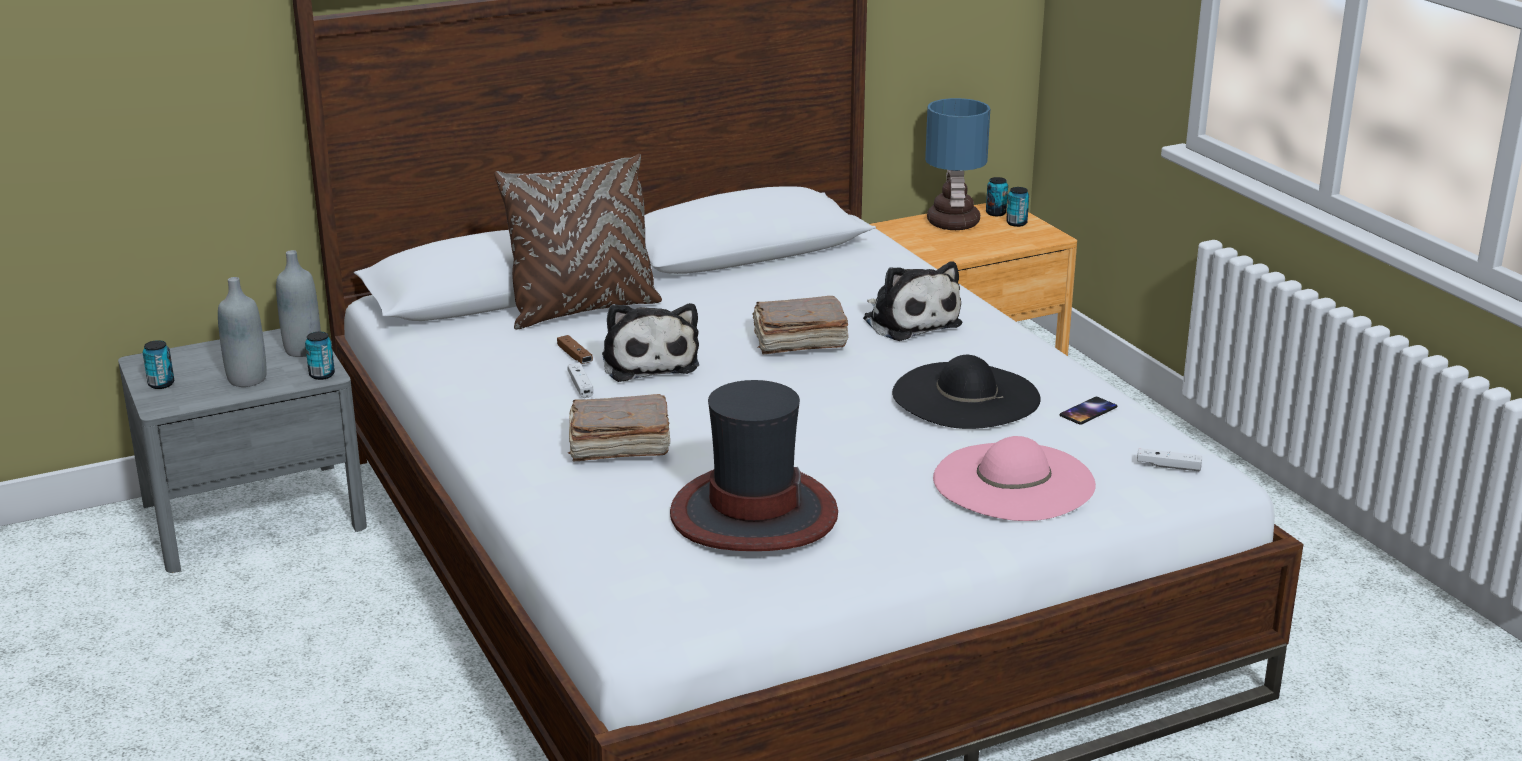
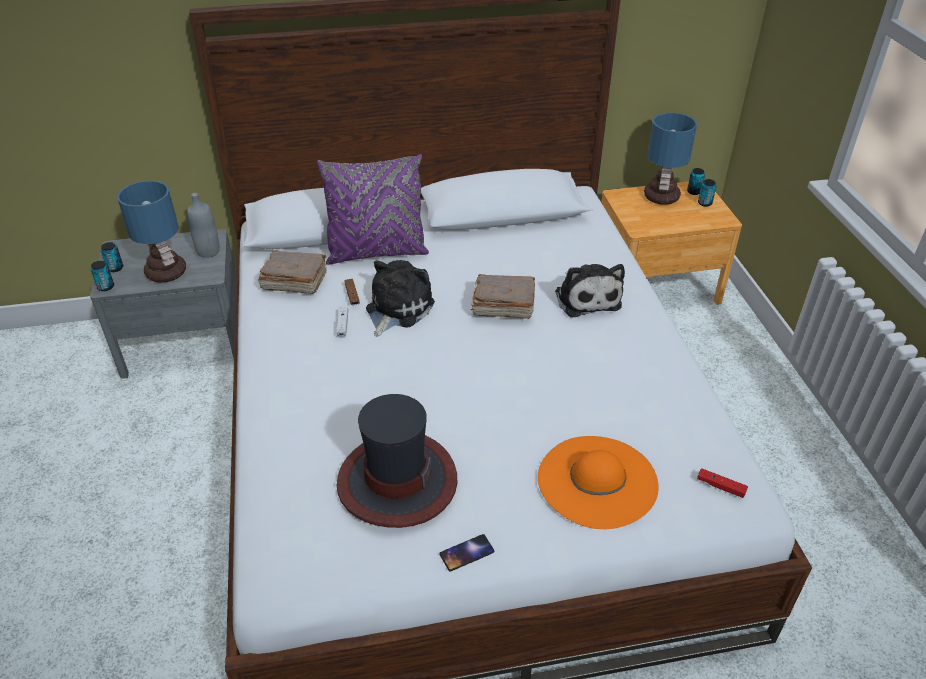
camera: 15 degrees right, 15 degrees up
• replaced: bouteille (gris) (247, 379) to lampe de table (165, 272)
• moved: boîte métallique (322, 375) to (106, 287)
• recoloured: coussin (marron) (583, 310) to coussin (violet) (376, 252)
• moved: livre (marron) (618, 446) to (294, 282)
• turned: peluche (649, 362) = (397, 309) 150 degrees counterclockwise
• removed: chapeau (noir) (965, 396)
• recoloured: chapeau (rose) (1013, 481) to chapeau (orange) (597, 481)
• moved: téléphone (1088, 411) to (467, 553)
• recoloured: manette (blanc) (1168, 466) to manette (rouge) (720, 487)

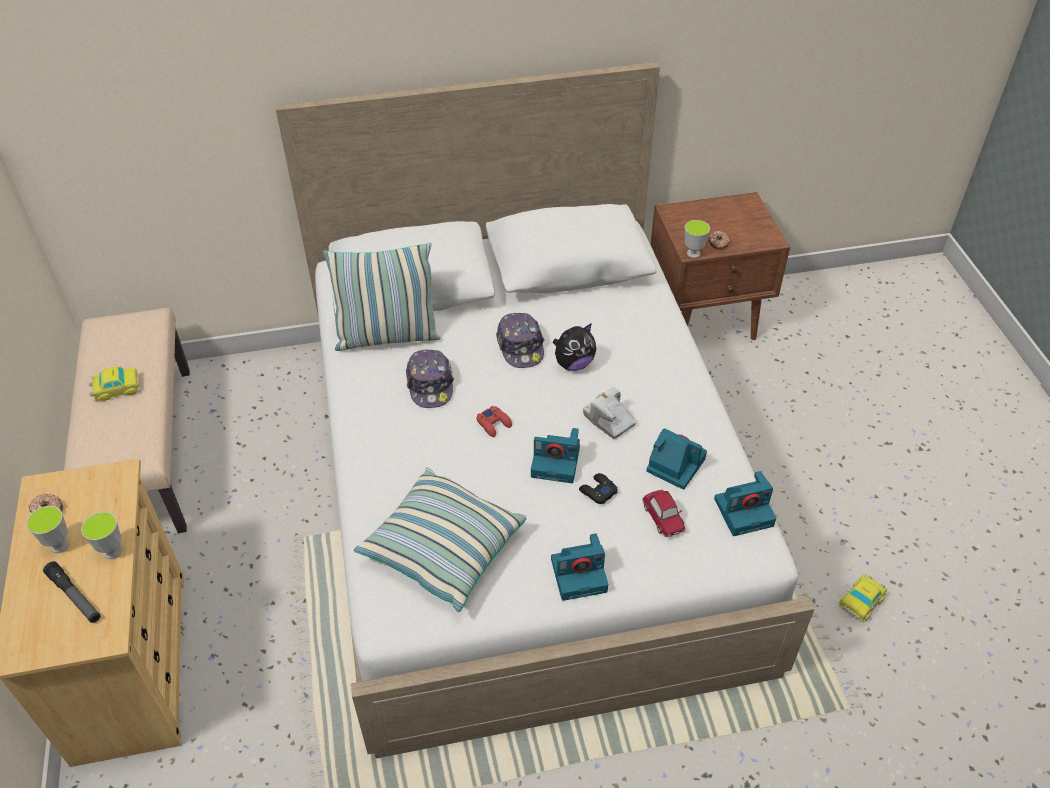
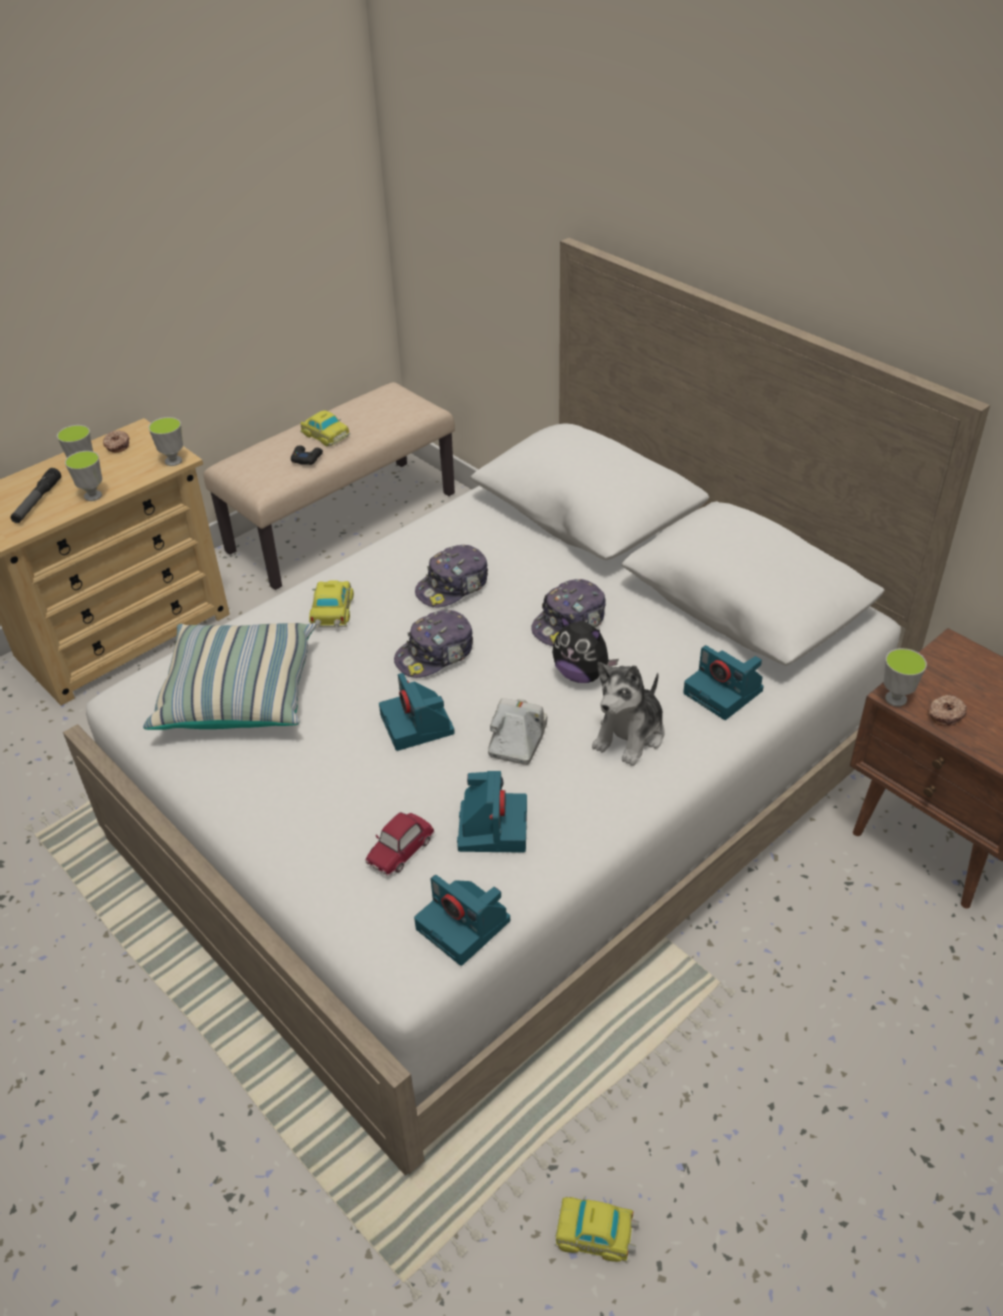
camera: 60 degrees right, 5 degrees down
• removed: coussin (387, 336)
• replaced: manette (rouge) (494, 424) to casquette (435, 654)
• moved: appareil photo (580, 574) to (725, 692)
• moved: manette (noir) (597, 491) to (306, 458)
• added: tasse (173, 461)
• added: petite voiture (331, 611)
• added: peluche (630, 735)

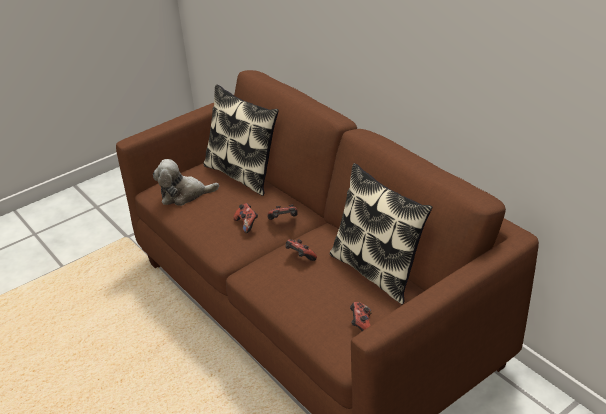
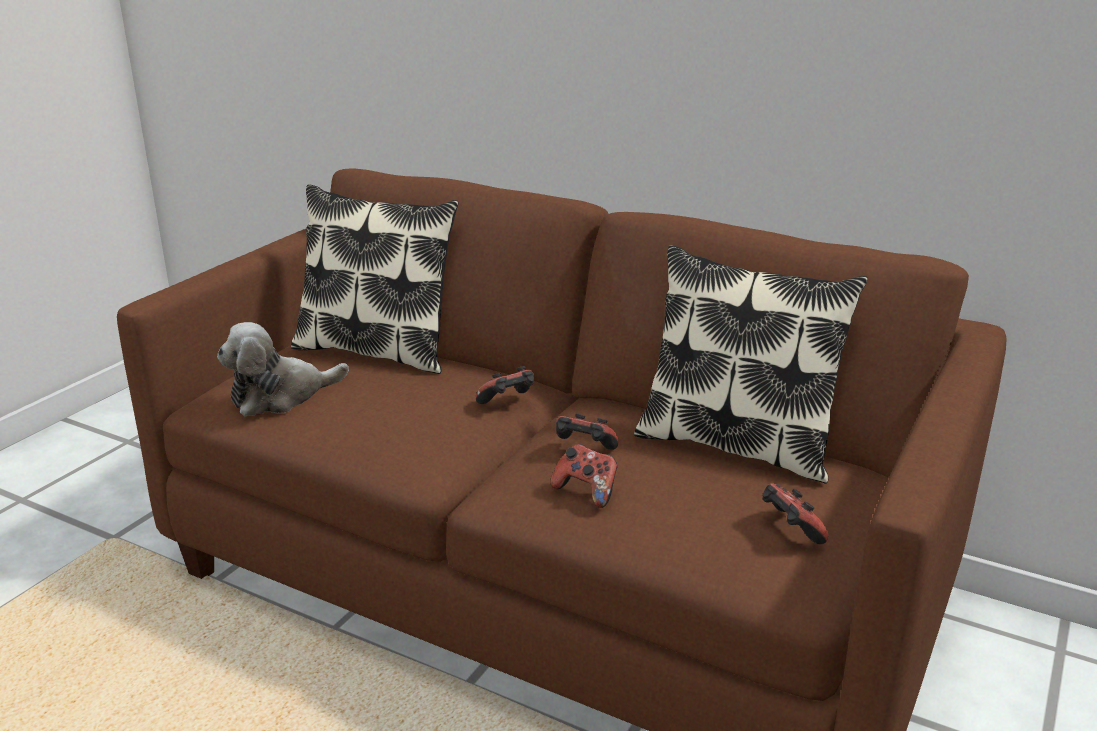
camera: 25 degrees left, 10 degrees down
• moved: manette (247, 224) to (586, 491)

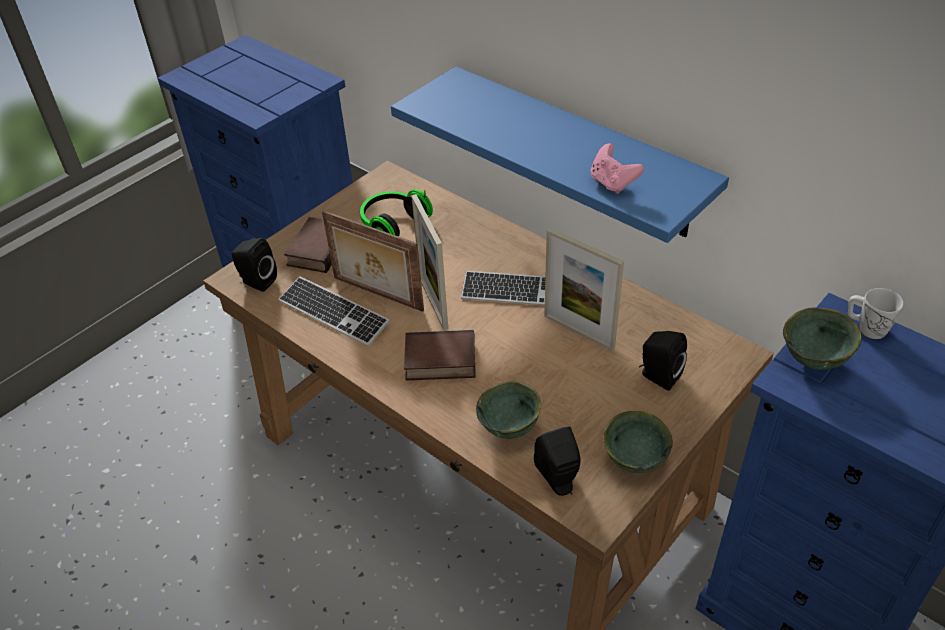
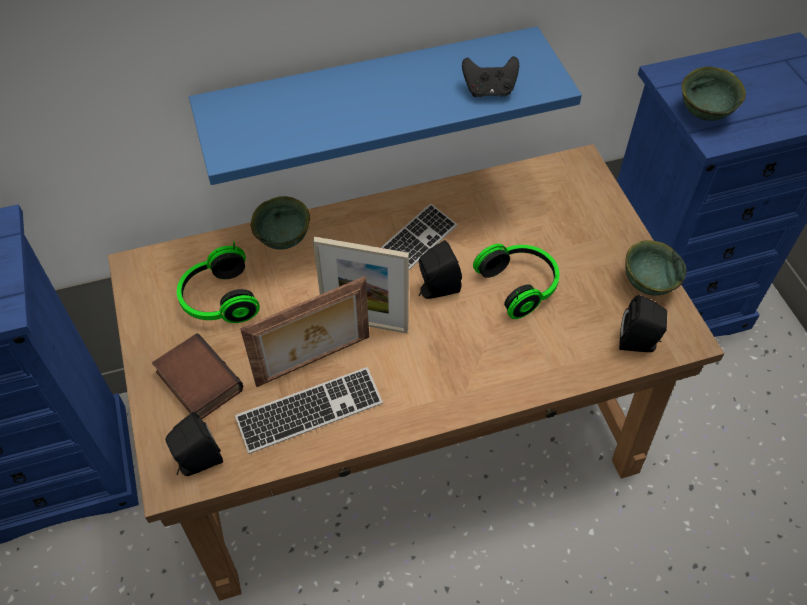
camera: 60 degrees left, 10 degrees up
• removed: livre (439, 362)
• moved: bol (vert) (510, 429) to (285, 240)
• removed: cadre photo (579, 331)
• recoloured: manette (rose) (612, 183) to manette (noir) (489, 91)
• moved: enceinte (noir) (658, 376) to (436, 289)
• removed: mug (blanc) (866, 328)
• added: casque audio (520, 285)

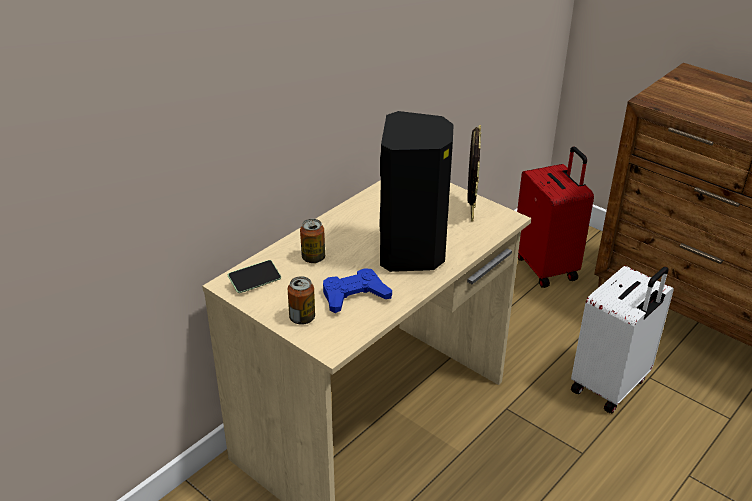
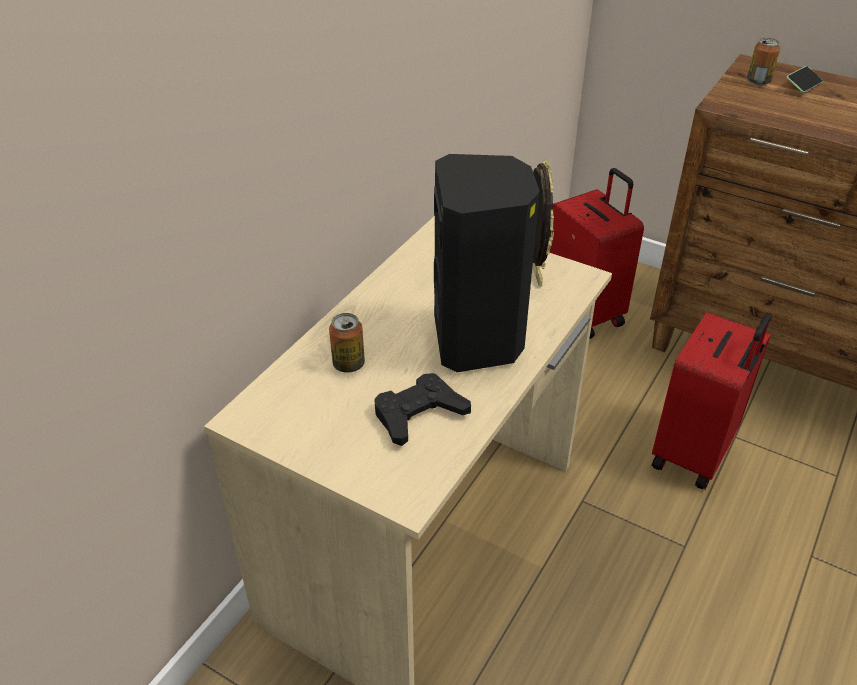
camera: 10 degrees left, 5 degrees up
• moved: téléphone (255, 282) to (802, 86)
• moved: boîte métallique (302, 318) to (758, 81)
• recoloured: manette (bleu) (354, 296) to manette (noir) (419, 414)
• recoloured: valise (blanc) (611, 386) to valise (rouge) (695, 454)

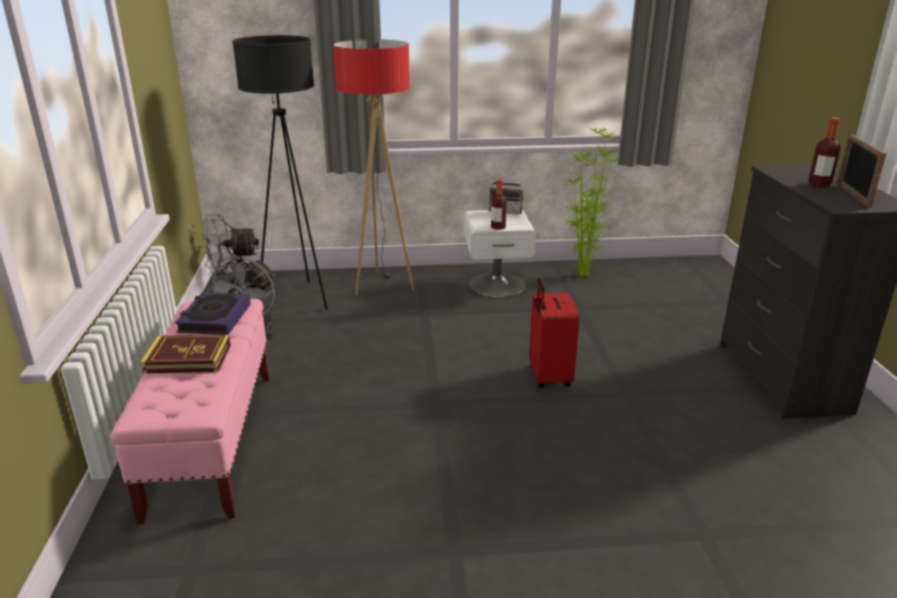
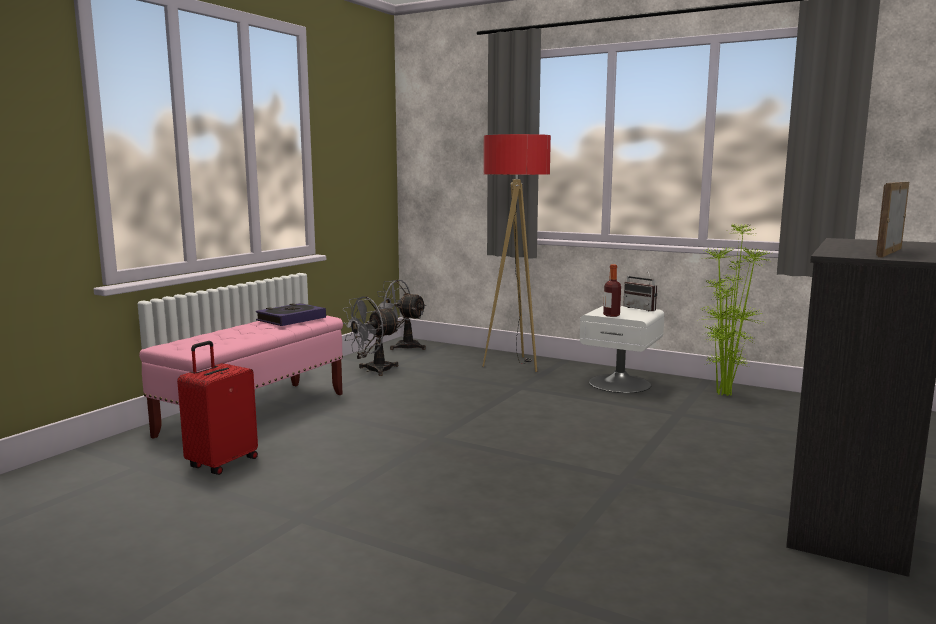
camera: 35 degrees right, 15 degrees down
• removed: livre (188, 359)
• removed: lampadaire (noir) (298, 299)
• moved: valise (rouge) (548, 377) to (222, 463)
• removed: bouteille (819, 185)

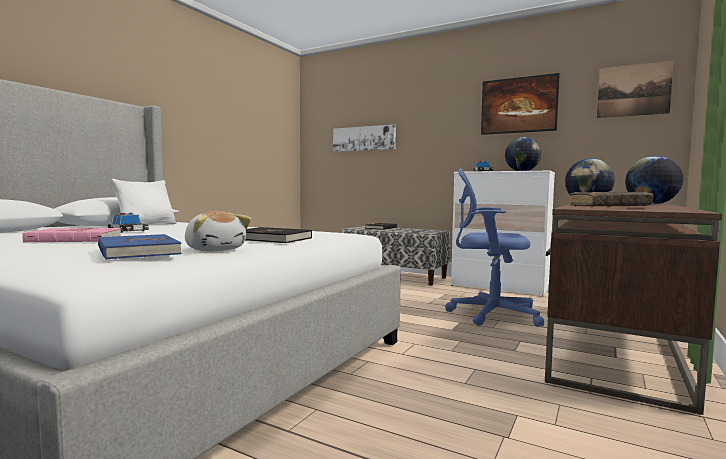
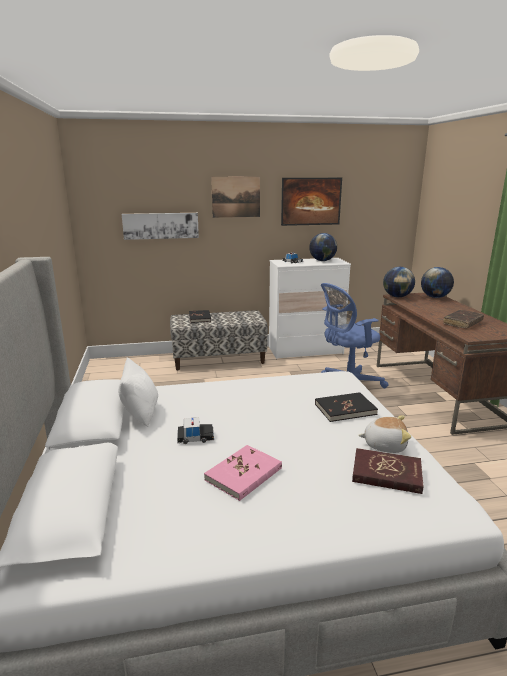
camera: 40 degrees left, 15 degrees up
• recoloured: livre (bleu) (137, 251) to livre (rouge) (386, 473)
• moved: tableau (633, 90) to (236, 197)

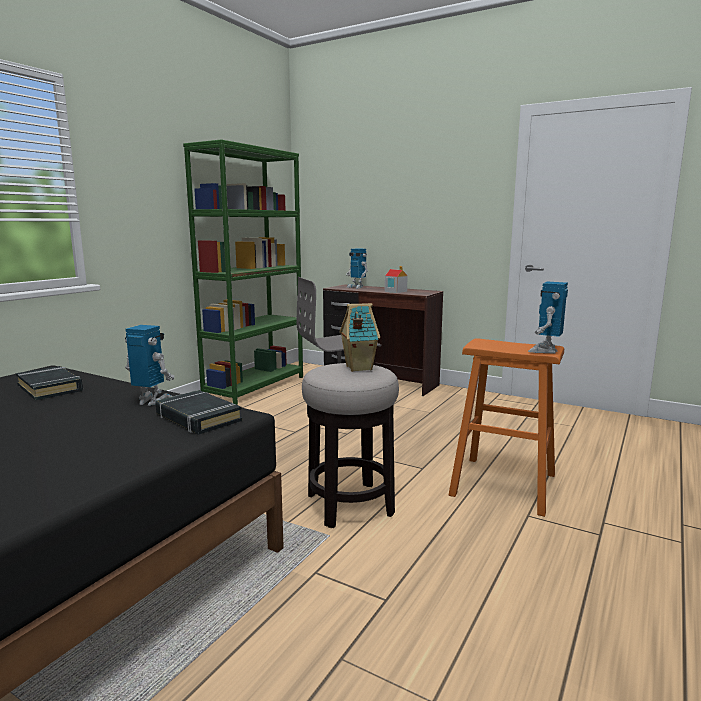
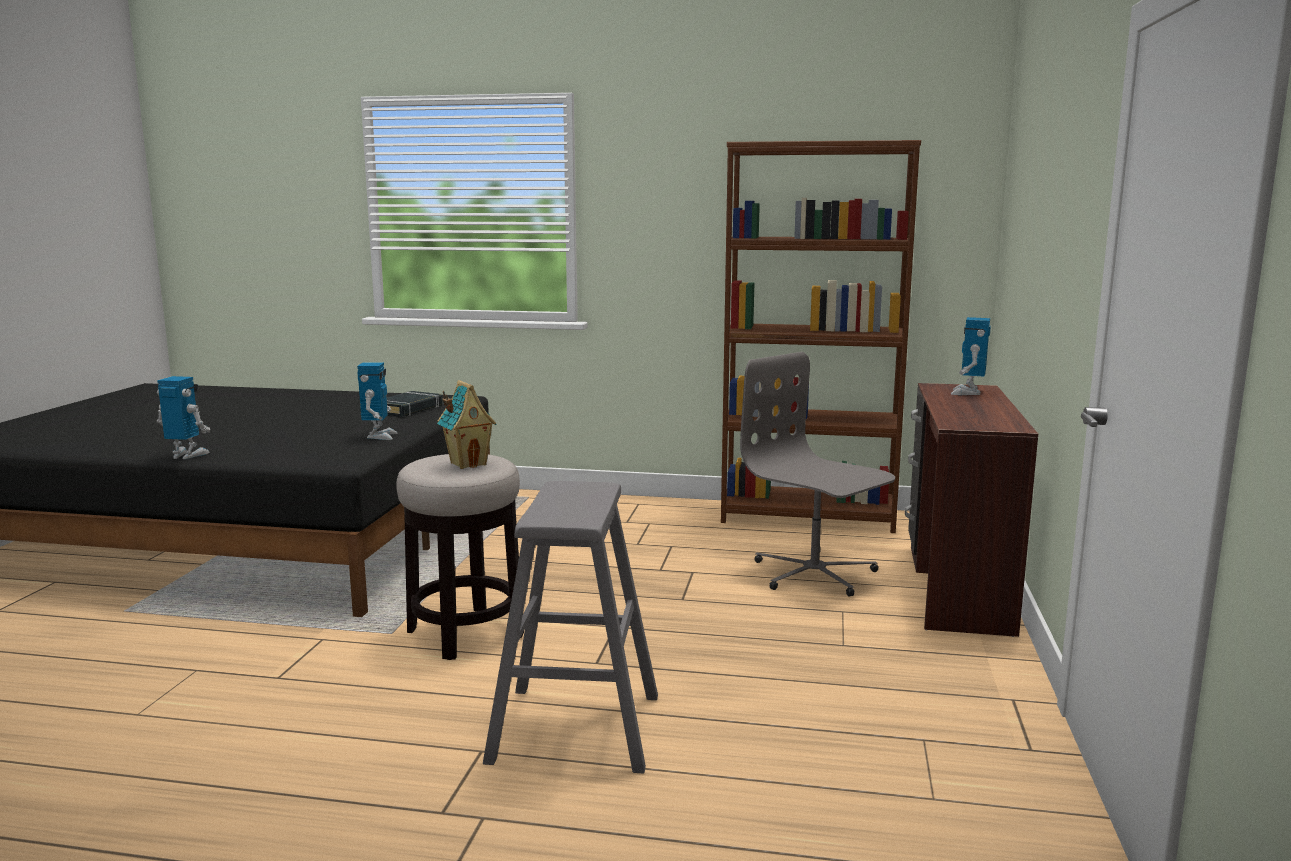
camera: 70 degrees right, 0 degrees up
• removed: livre (noir) (198, 418)
• recoloured: bibliothèque (vert) (255, 386) to bibliothèque (marron) (808, 517)
• removed: maison miniature (395, 291)
• recoloured: tabouret (orange) (504, 484) to tabouret (gris) (576, 728)
• moved: robot jouet (545, 351) to (186, 455)

